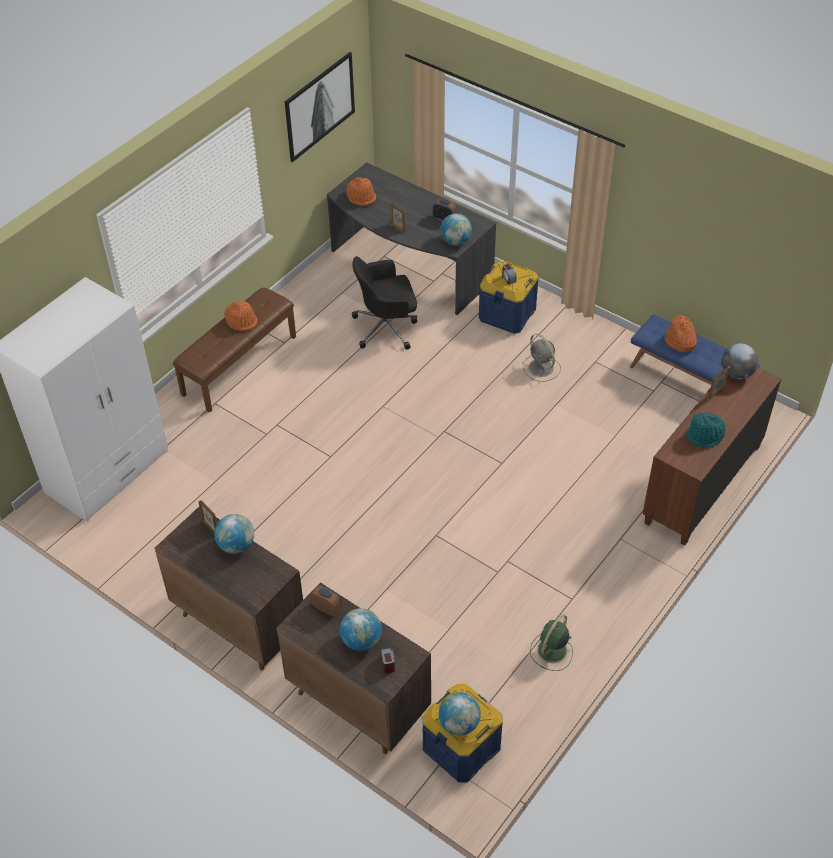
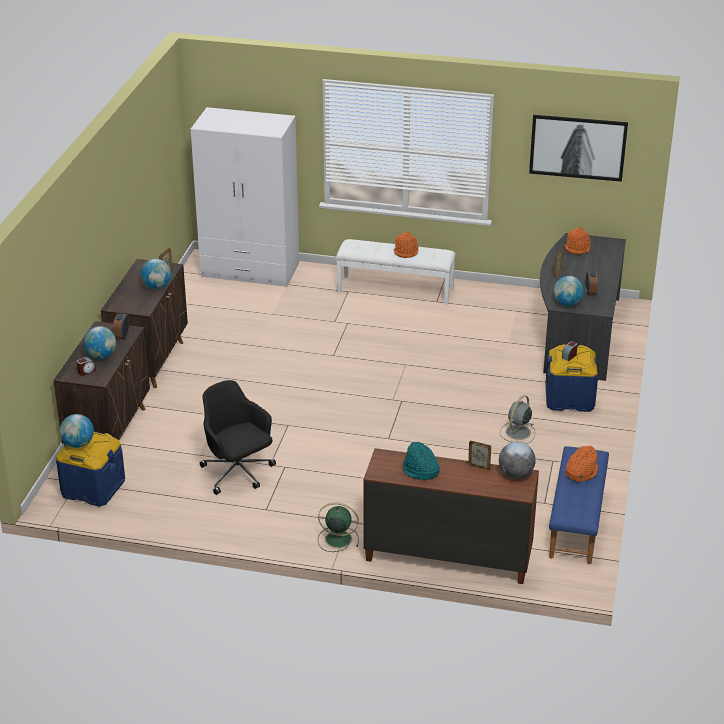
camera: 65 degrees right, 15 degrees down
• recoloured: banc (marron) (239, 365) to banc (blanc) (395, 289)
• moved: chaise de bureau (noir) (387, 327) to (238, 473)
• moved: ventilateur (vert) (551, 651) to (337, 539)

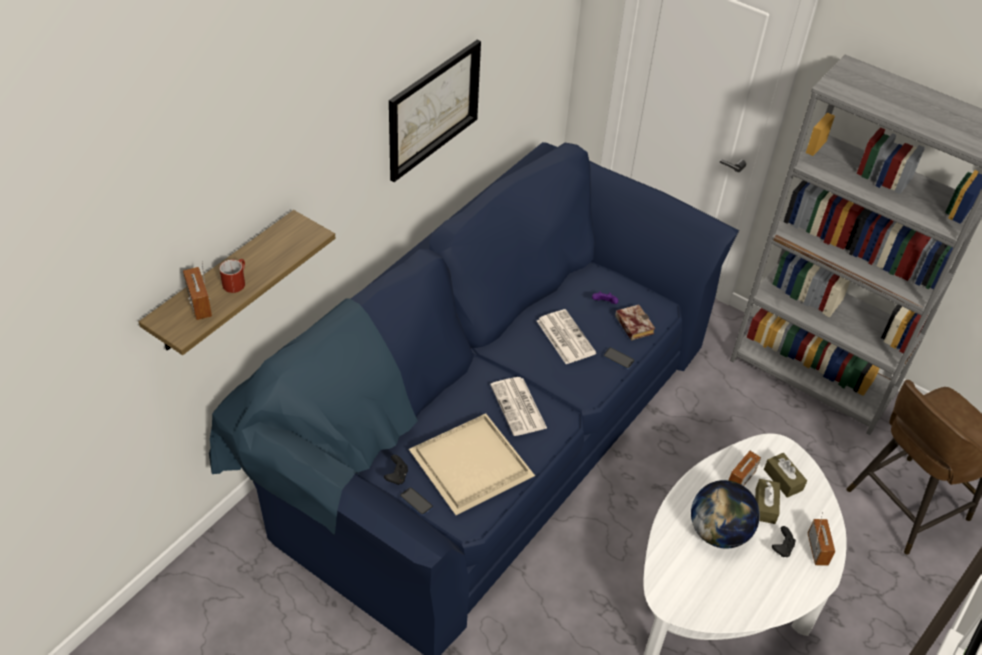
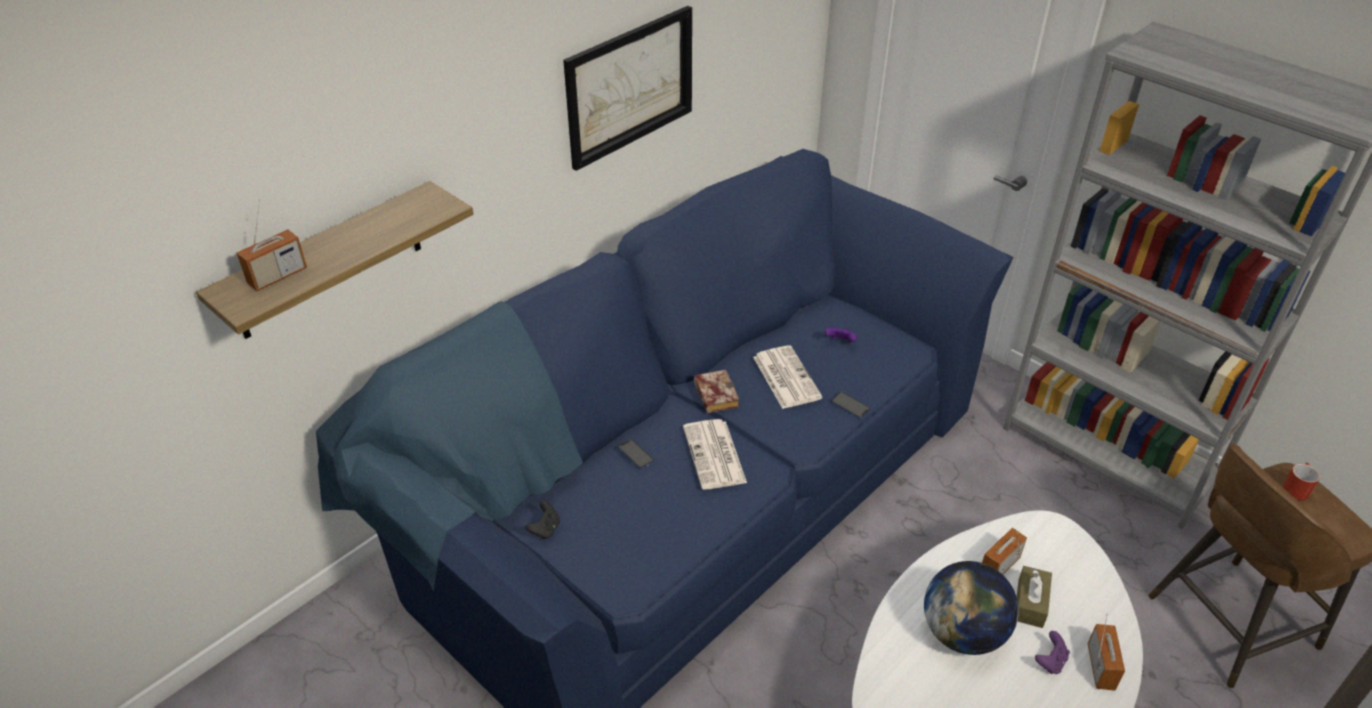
camera: 10 degrees right, 5 degrees down
• turned: radio (199, 304) = (277, 276) 120 degrees counterclockwise
• moved: mug (rouge) (235, 282) to (1295, 488)
• moved: téléphone (416, 502) to (635, 455)
• removed: plateau (beige) (470, 467)
• moved: livre (632, 324) to (714, 394)
• removed: boîte à mouchoirs (marron) (783, 479)
• recoloured: manette (noir) (782, 548) to manette (violet) (1050, 661)

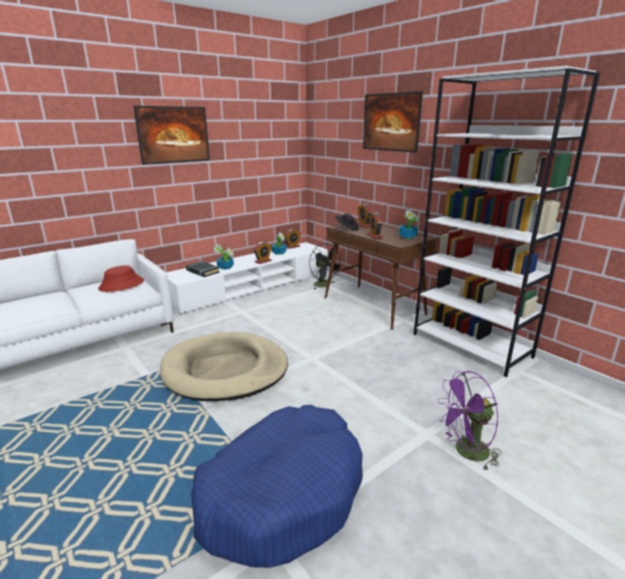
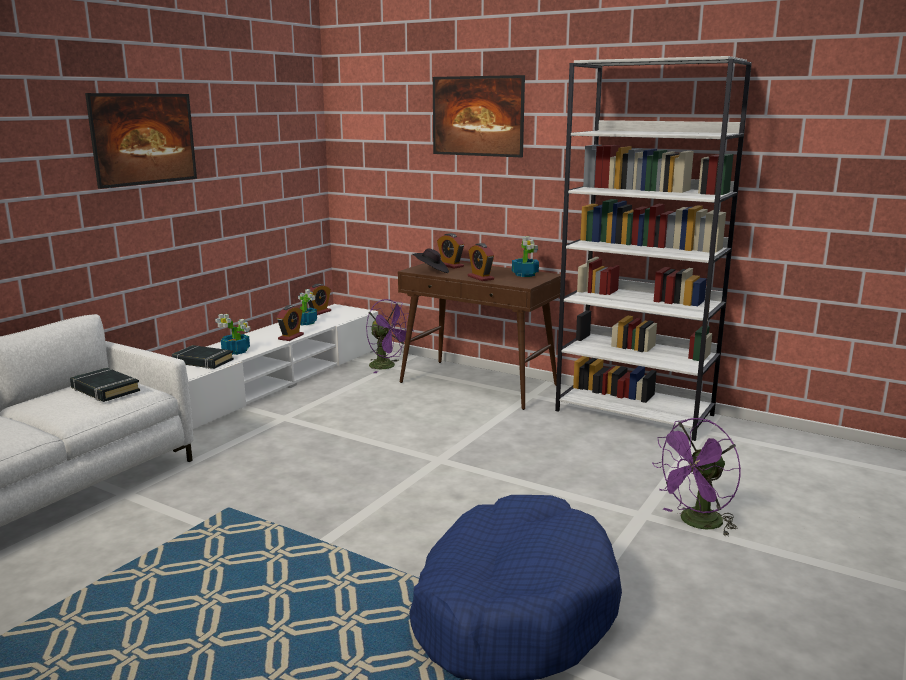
camera: 20 degrees left, 5 degrees down
• replaced: chapeau (rouge) (121, 285) to livre (noir) (105, 390)
• removed: panier pour chien (beige) (225, 370)
• recoloured: ventilateur (noir) (325, 285) to ventilateur (violet) (387, 366)

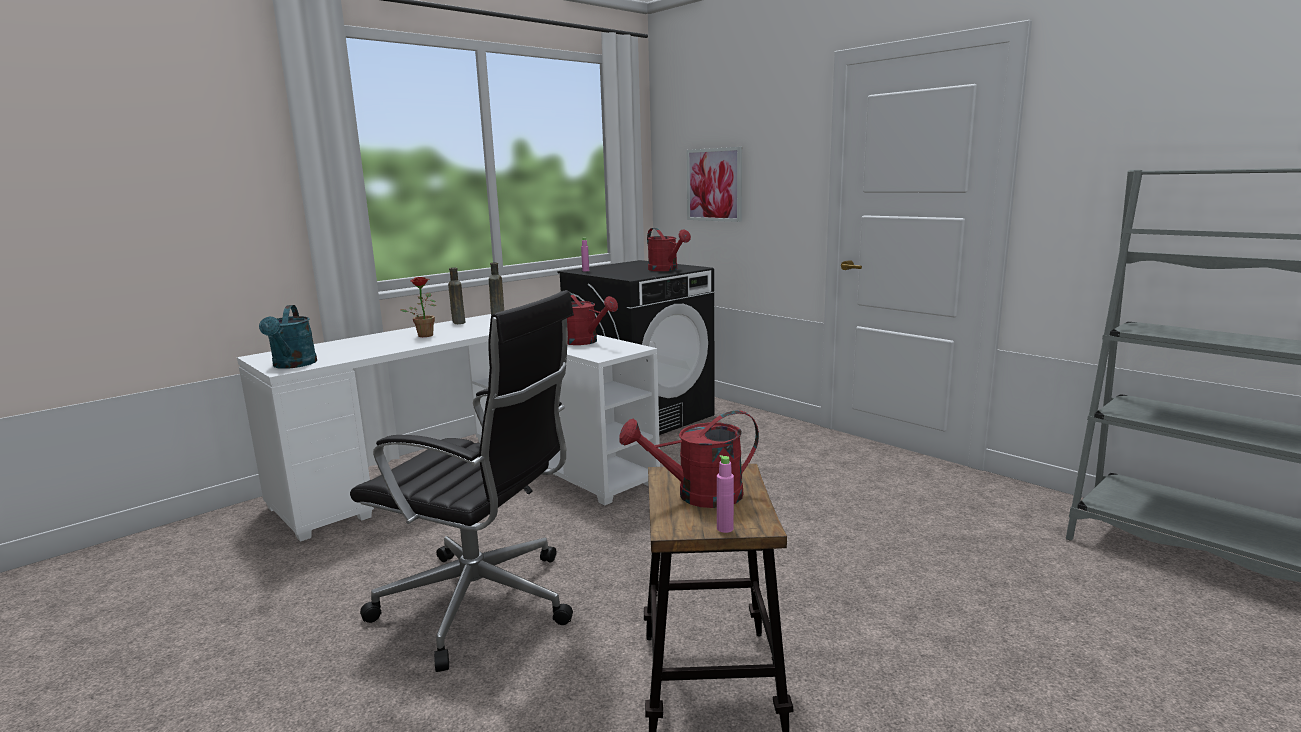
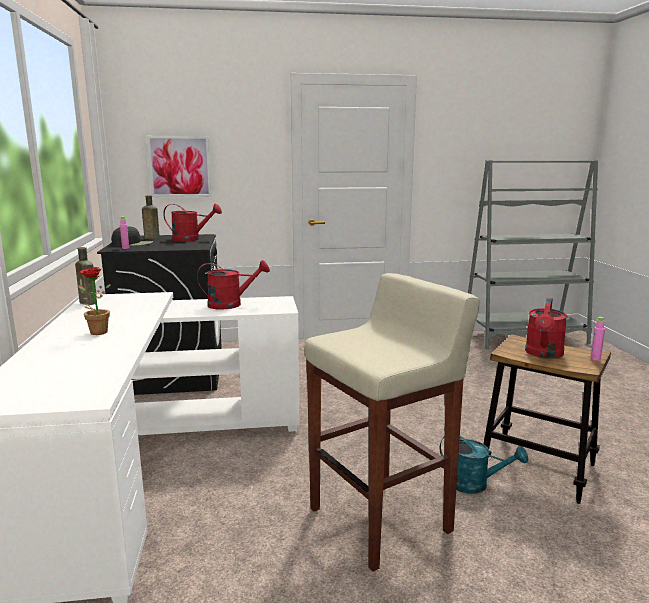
camera: 55 degrees left, 0 degrees up
• moved: arrosoir (turquoise) (293, 365) to (475, 484)
• replaced: chaise de bureau (noir) (483, 604) to tabouret (beige) (382, 519)
• moved: bouteille (marron) (458, 322) to (150, 238)
• added: casquette (noir) (133, 243)

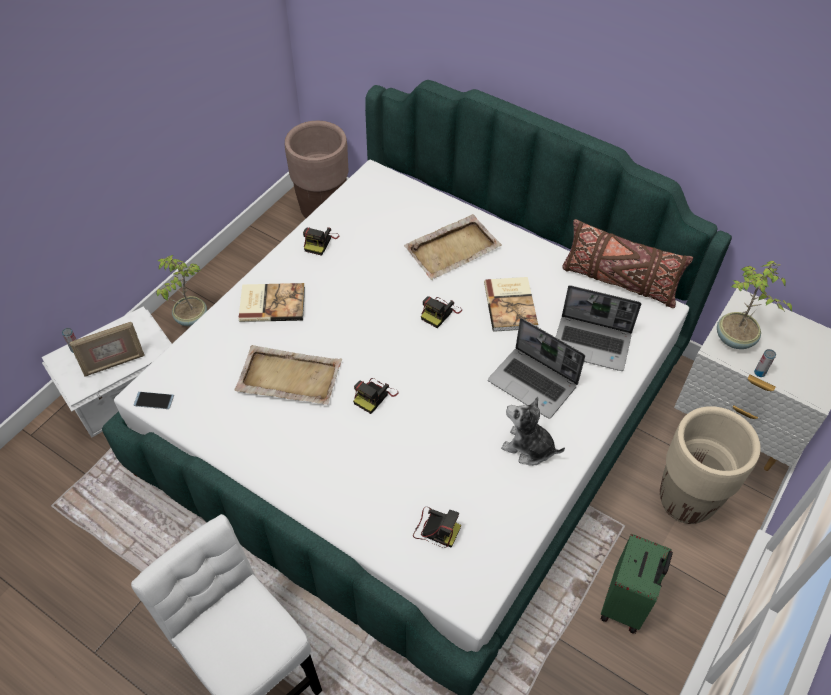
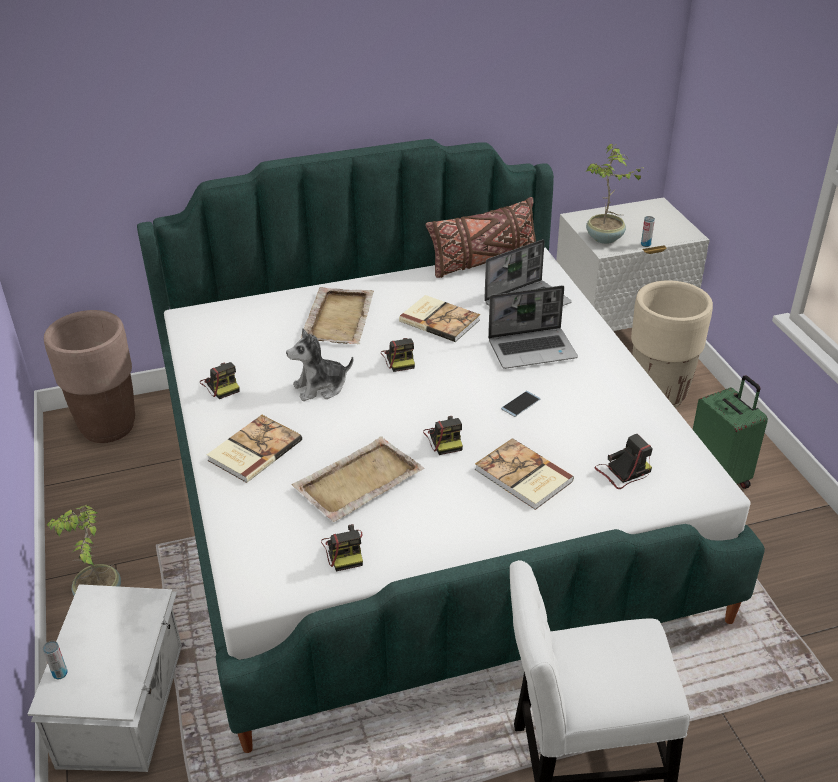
camera: 50 degrees left, 15 degrees down
• removed: cadre photo (114, 364)
• moved: téléphone (153, 400) to (520, 404)
• moved: peluche (528, 447) to (321, 387)
• added: appareil photo (344, 550)
• added: livre (523, 477)

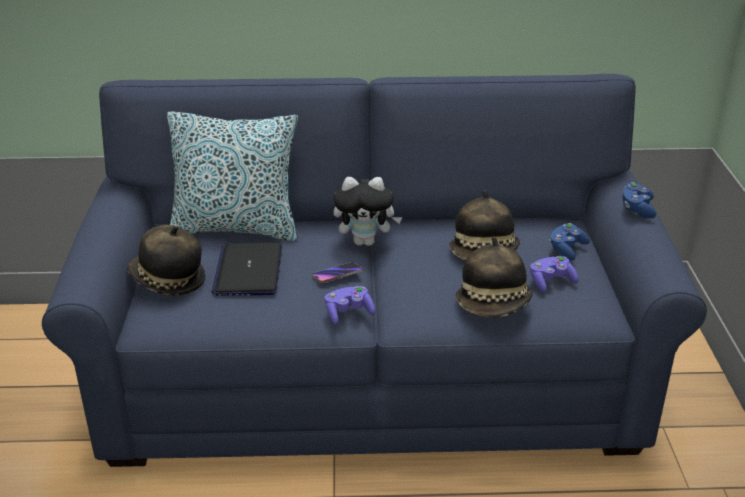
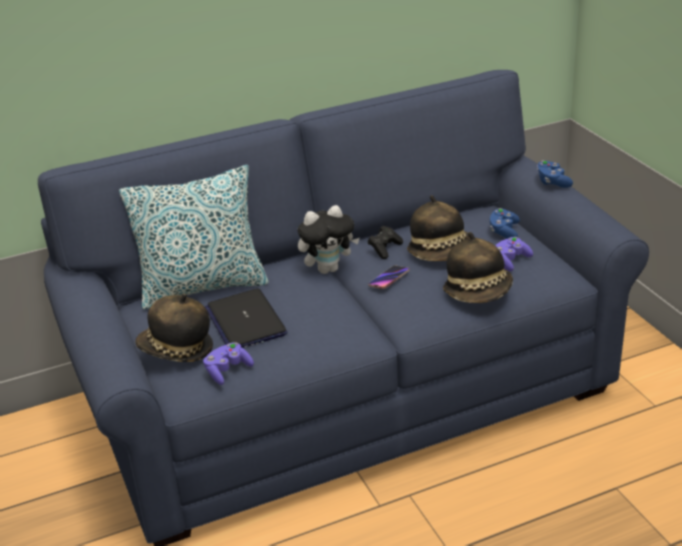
camera: 20 degrees left, 0 degrees up
• moved: téléphone (337, 275) to (389, 279)
• moved: manette (violet) (348, 313) to (228, 371)
• added: manette (noir) (385, 249)

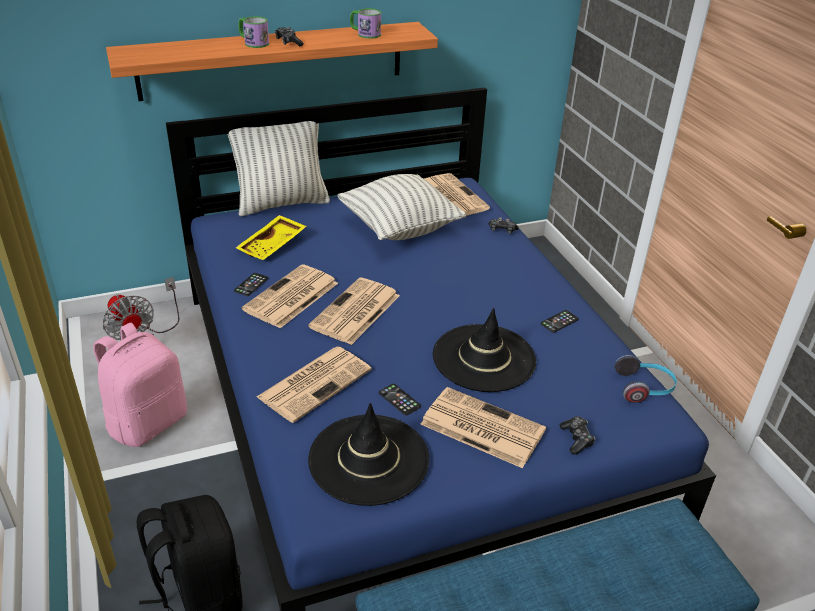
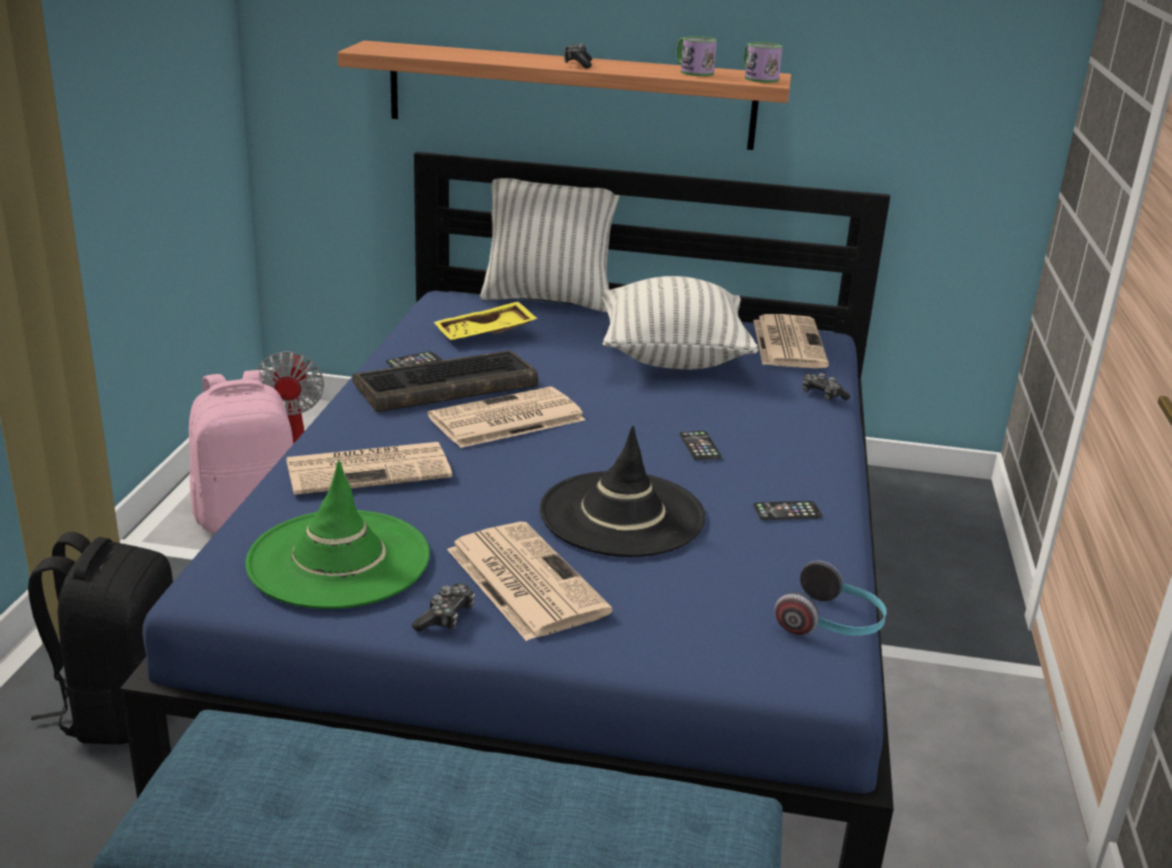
camera: 30 degrees right, 10 degrees down
• moved: mug (253, 42) to (757, 78)
• replaced: journal (291, 297) to clavier (444, 385)
• recoloured: chapeau (noir) (368, 459) to chapeau (vert) (338, 559)
• moved: téléphone (399, 400) to (700, 446)
• moved: manette (576, 439) to (446, 617)

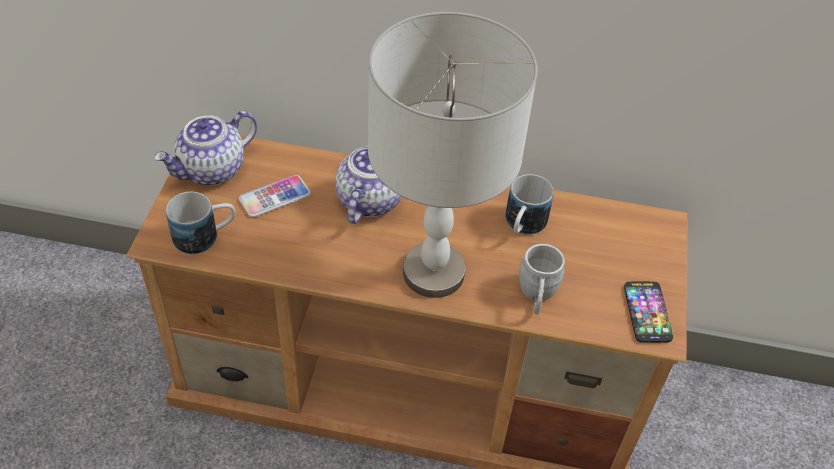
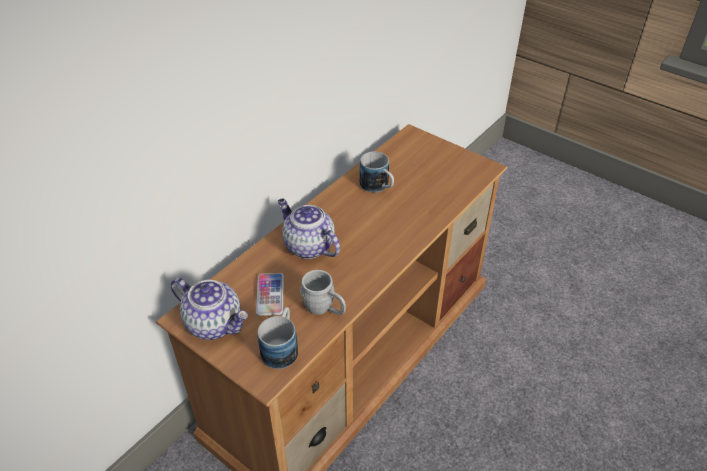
camera: 60 degrees left, 5 degrees down
• turned: théière (212, 170) = (215, 323) 45 degrees counterclockwise
• removed: lampe de table (gris) (433, 272)
• moved: mug (gris) (536, 296) to (324, 308)
• removed: téléphone (647, 312)

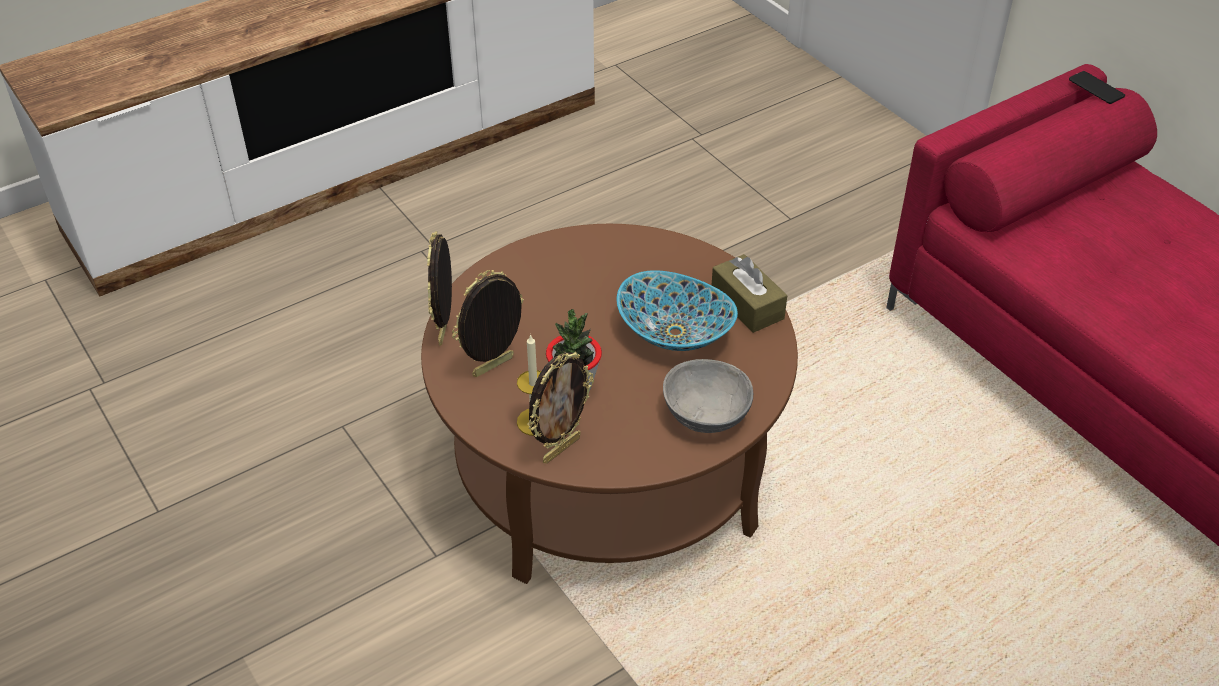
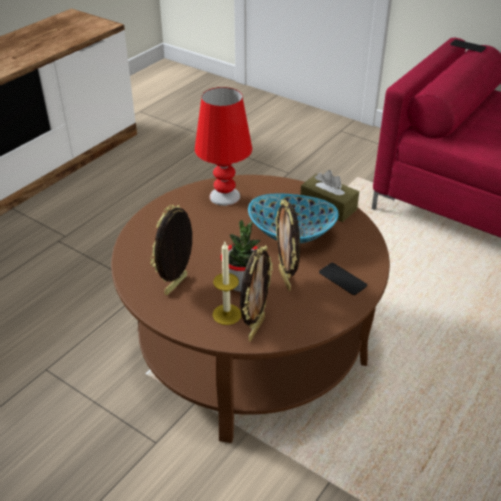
camera: 20 degrees left, 5 degrees down
• moved: cadre photo (445, 331) to (286, 279)
• replaced: bol (gris) (705, 414) to téléphone (342, 279)
• added: lampe de table (rouge) (224, 196)

